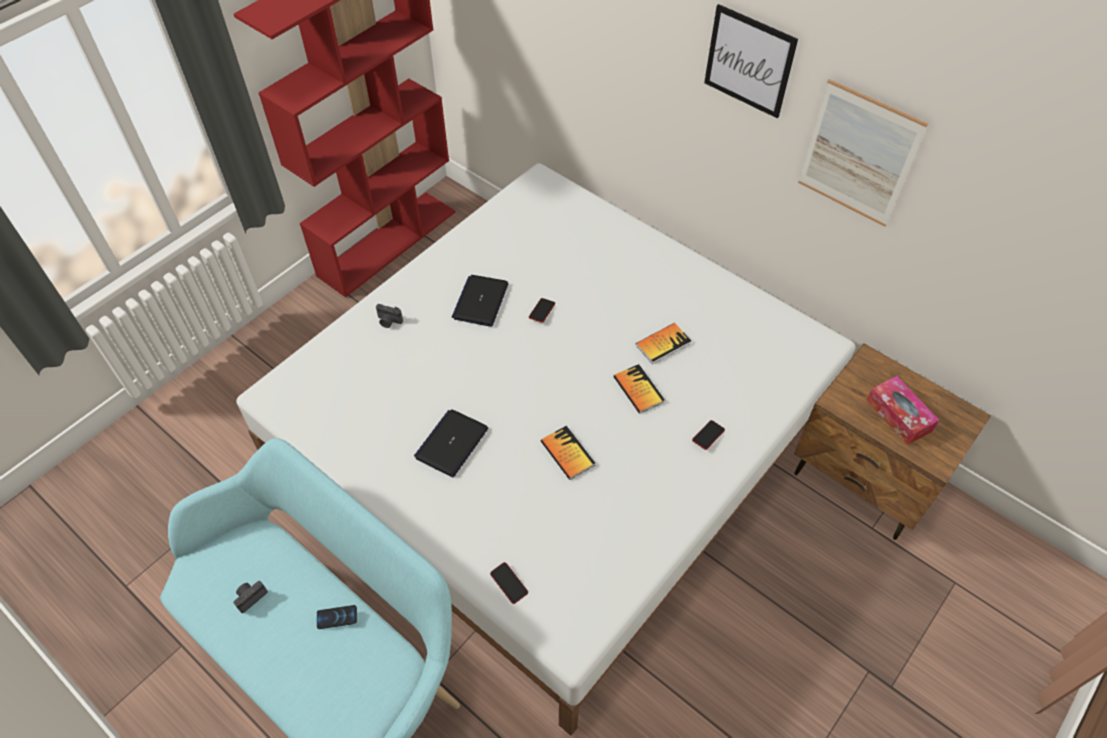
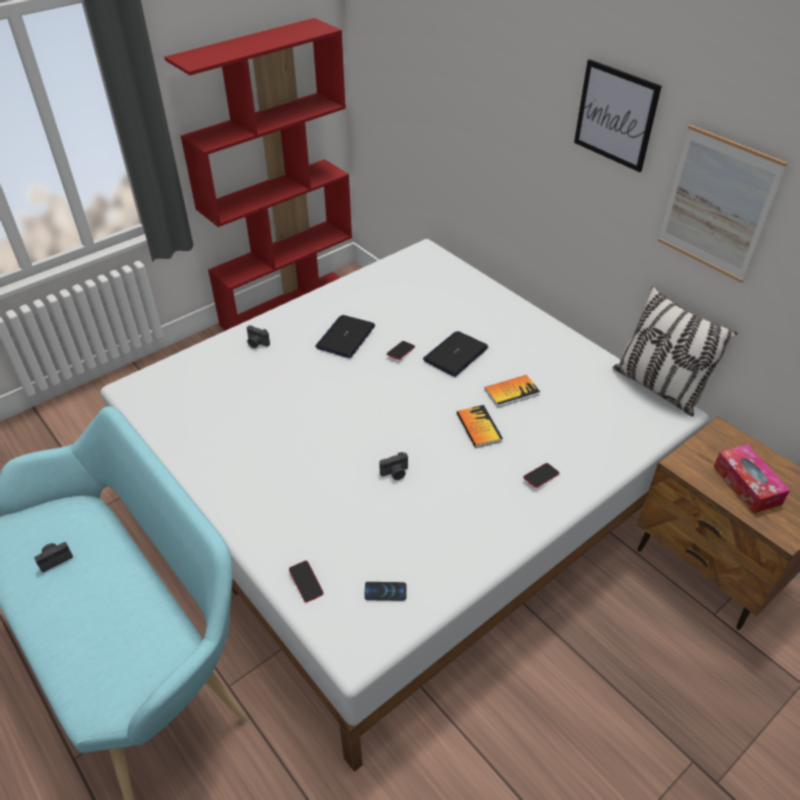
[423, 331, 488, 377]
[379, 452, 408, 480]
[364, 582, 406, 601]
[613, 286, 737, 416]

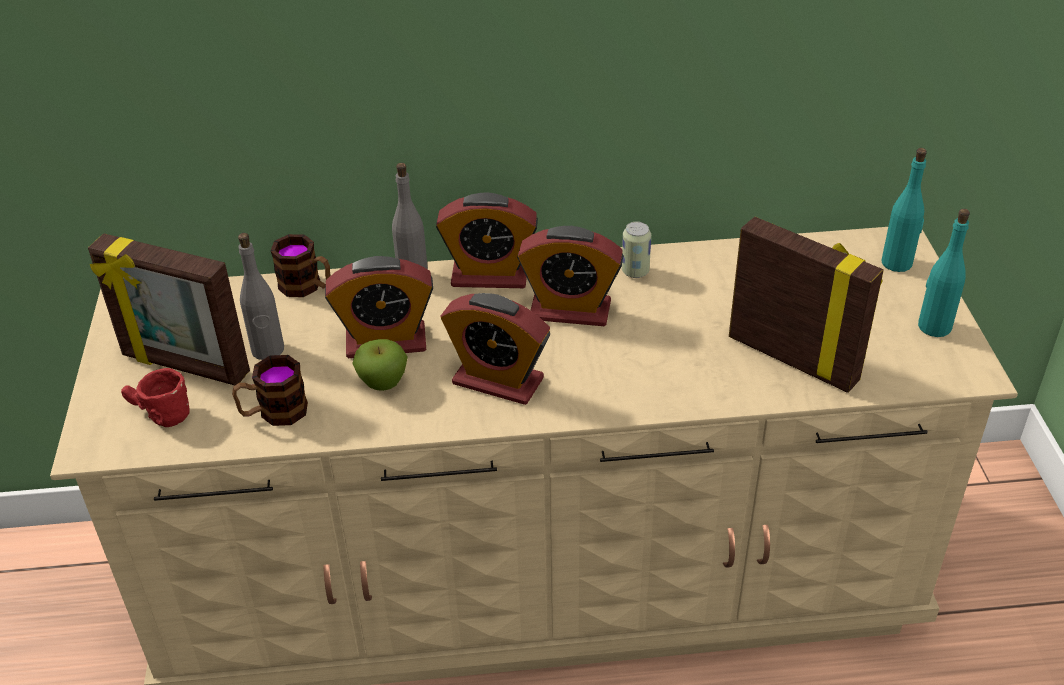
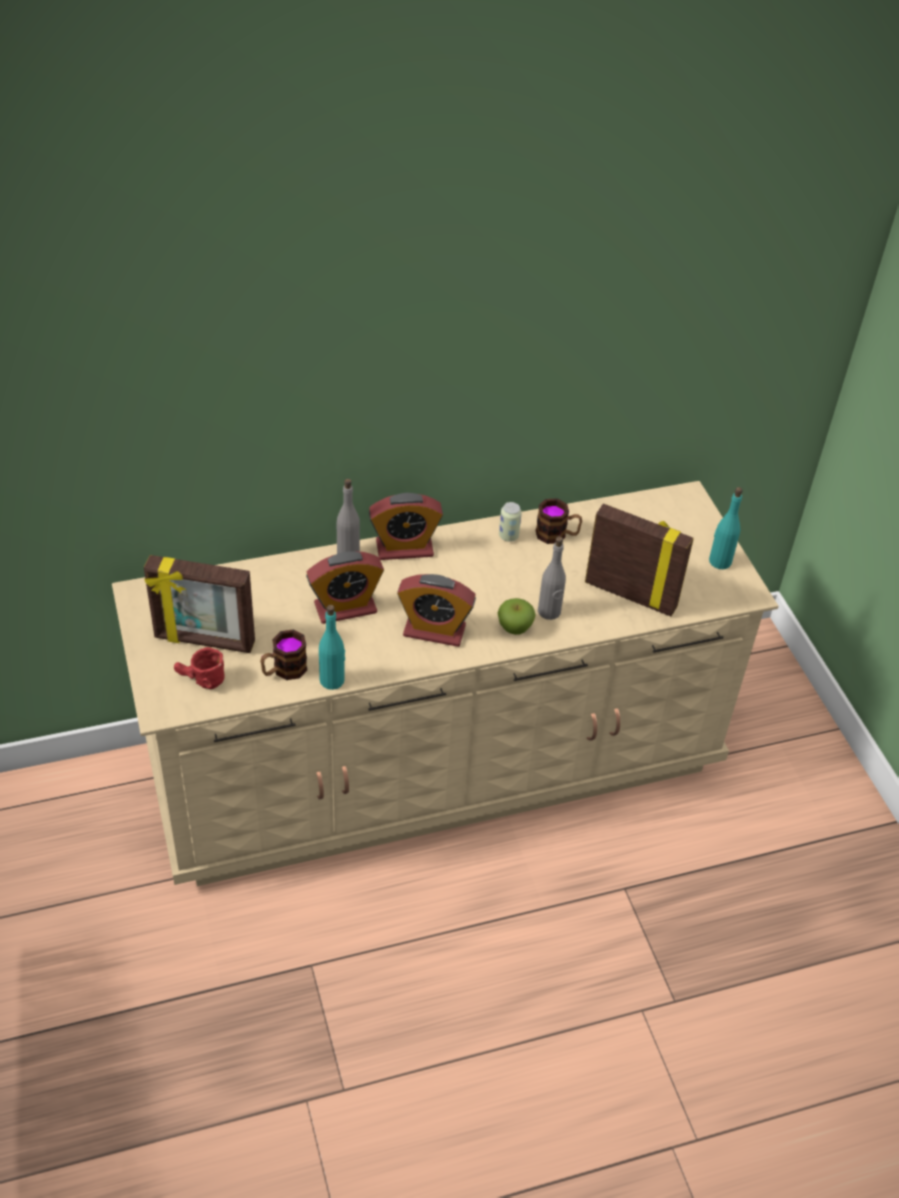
[319, 605, 345, 690]
[517, 226, 623, 326] (first image)
[538, 536, 566, 620]
[535, 498, 582, 544]
[498, 598, 536, 635]

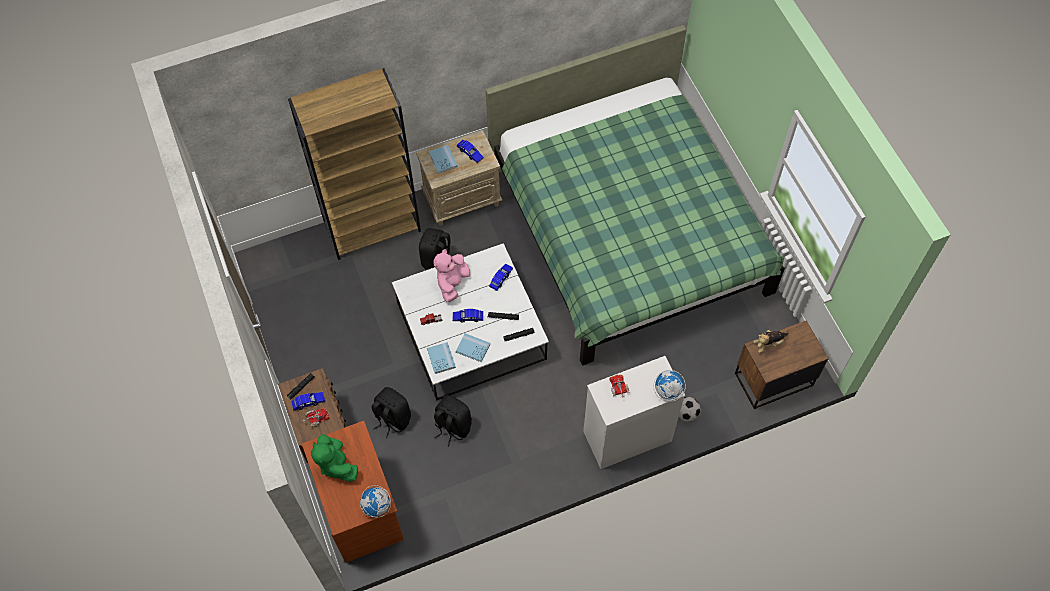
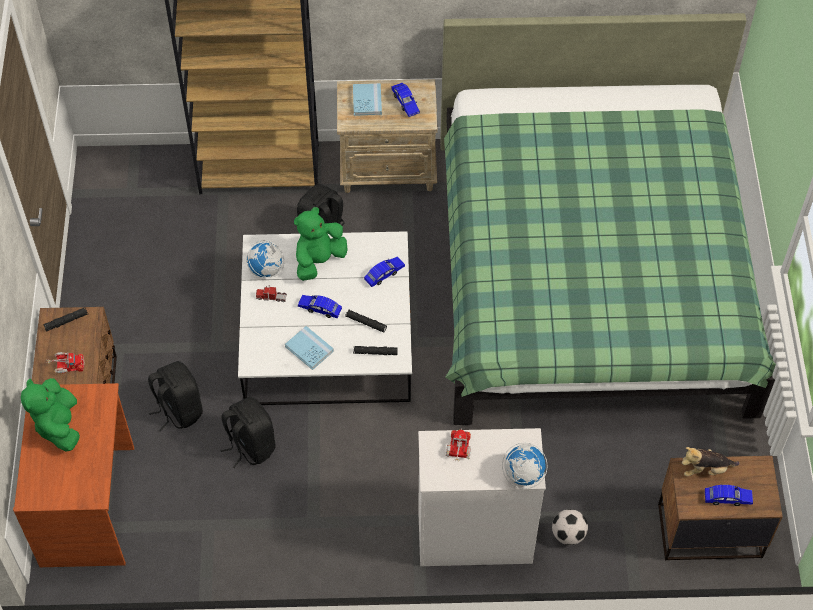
[294, 207, 348, 281]
[427, 342, 456, 374] (first image)
[705, 485, 753, 506]
[246, 240, 284, 278]

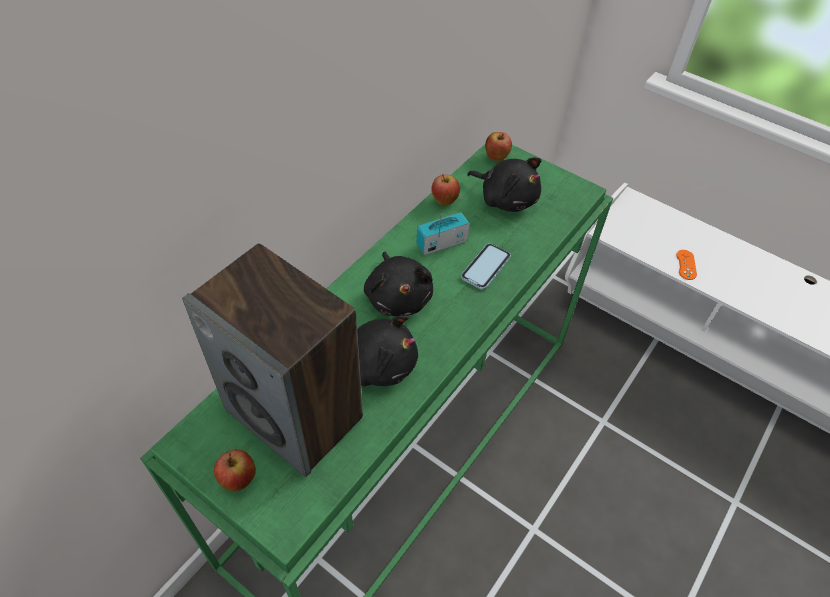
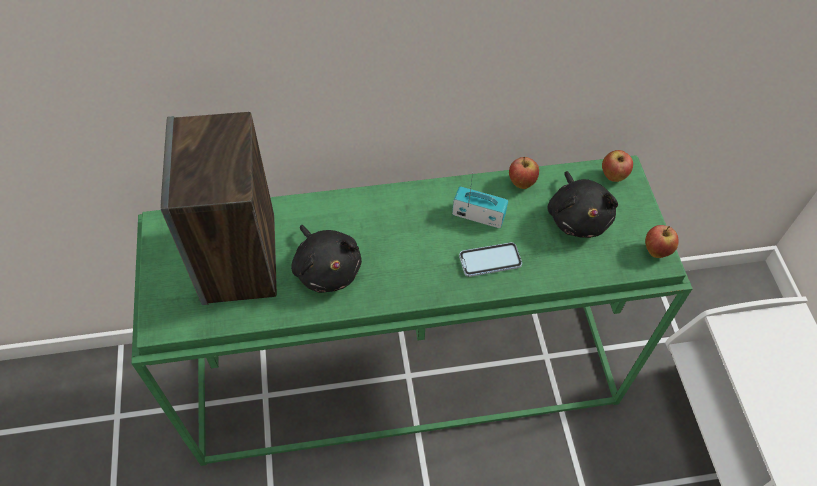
[676, 250, 697, 280] (first image)
[364, 252, 433, 316] (first image)
[645, 225, 679, 258]

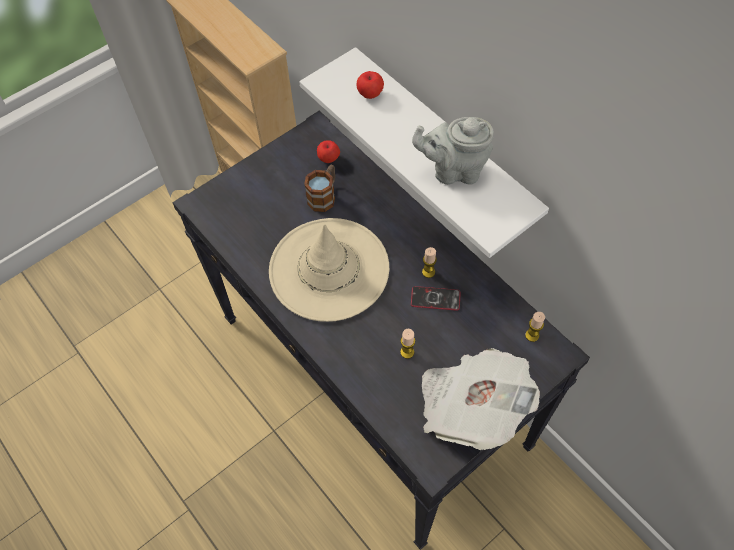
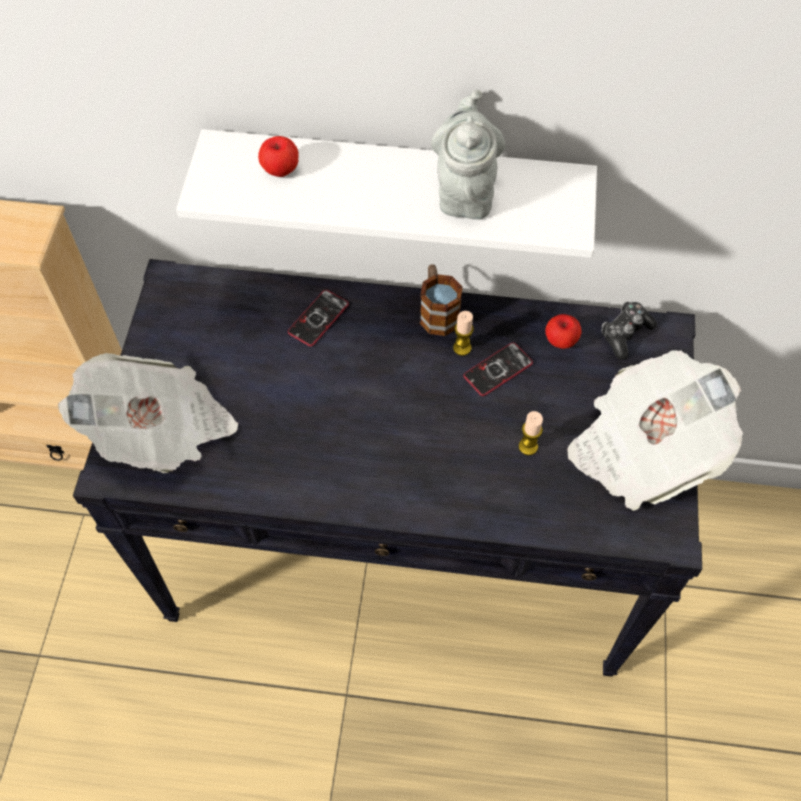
[431, 89, 505, 220]
[545, 314, 582, 349]
[420, 264, 463, 336]
[269, 218, 389, 322] (first image)
[601, 302, 657, 360]
[288, 290, 349, 346]
[58, 353, 238, 473]

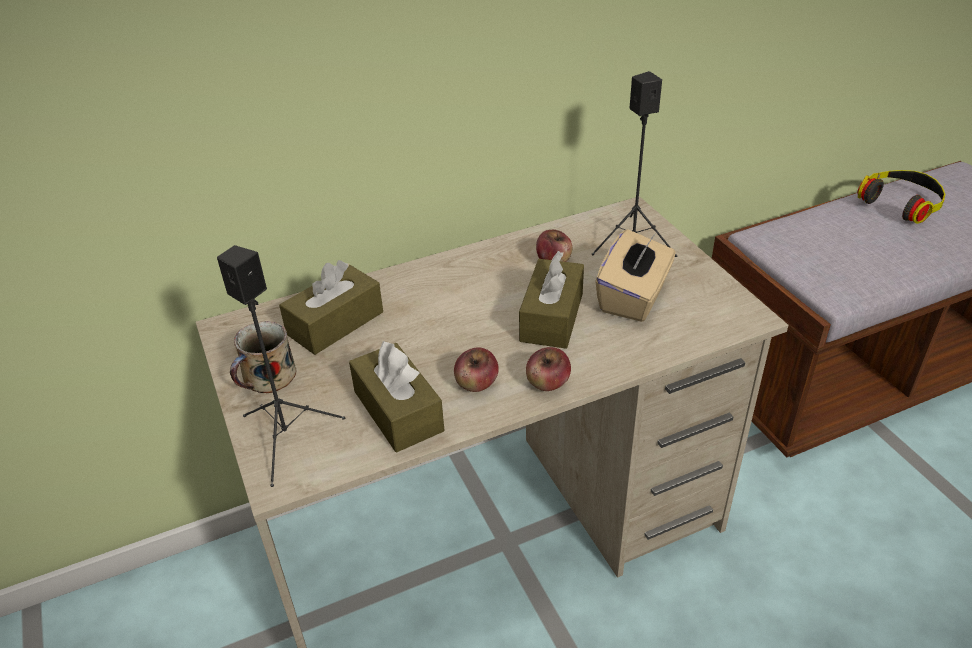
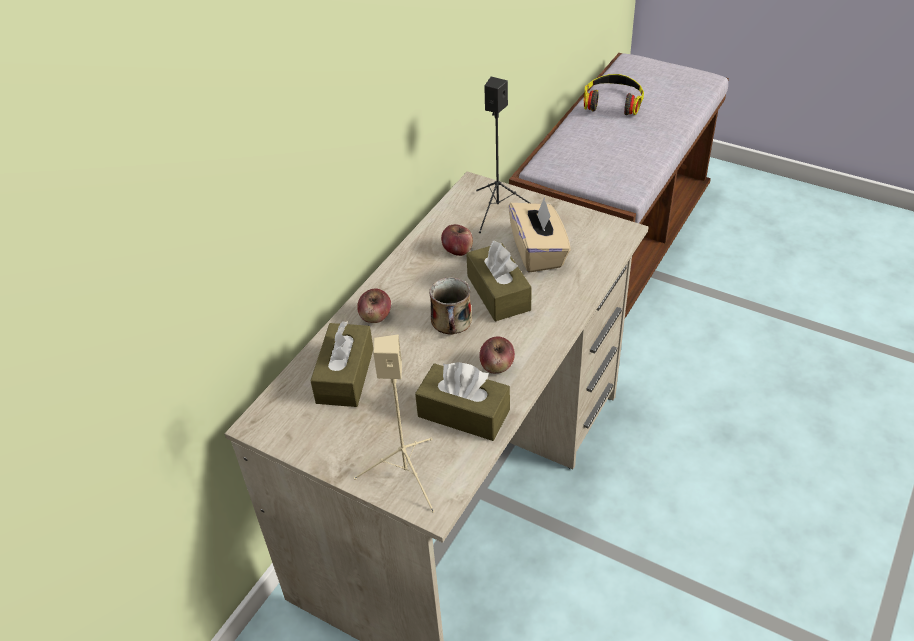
[354, 334, 434, 513]
[429, 277, 472, 335]
[357, 289, 391, 323]

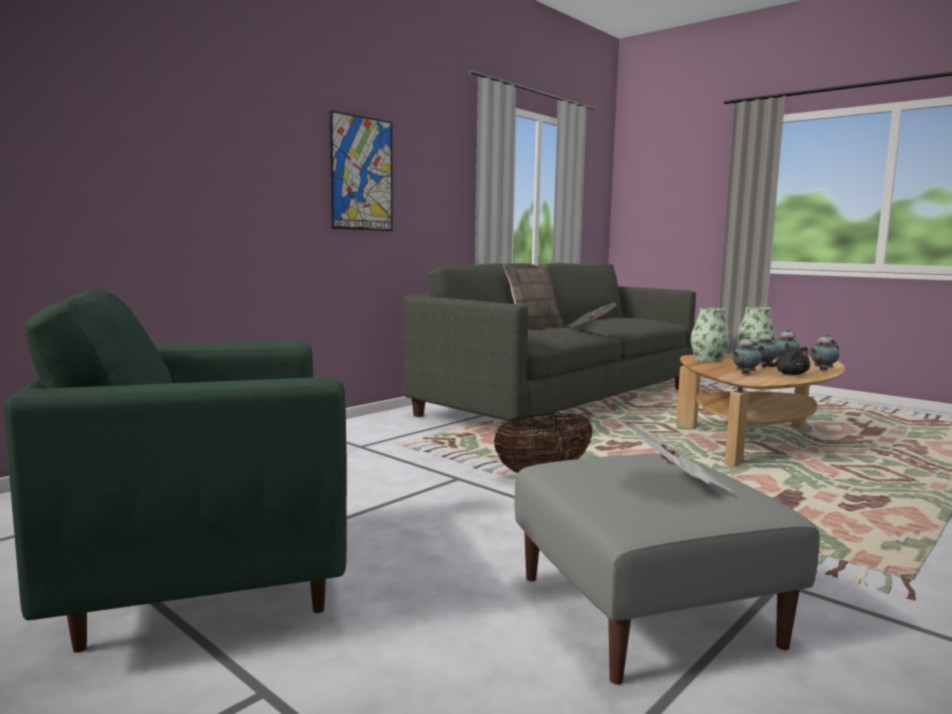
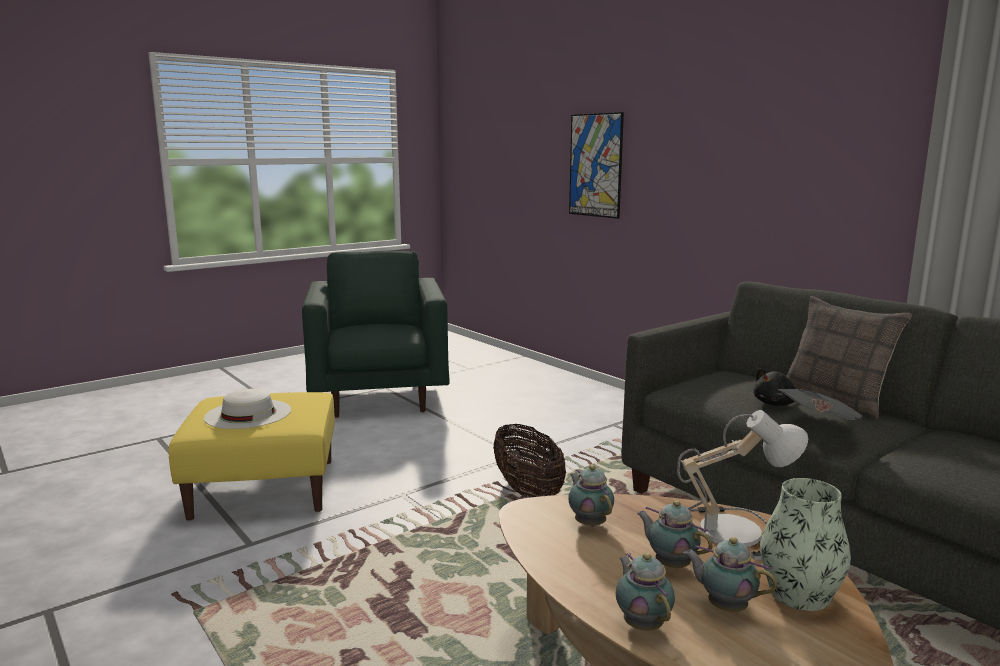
[569, 112, 624, 219]
[677, 410, 808, 560]
[753, 368, 795, 406]
[204, 389, 291, 429]
[169, 392, 335, 521]

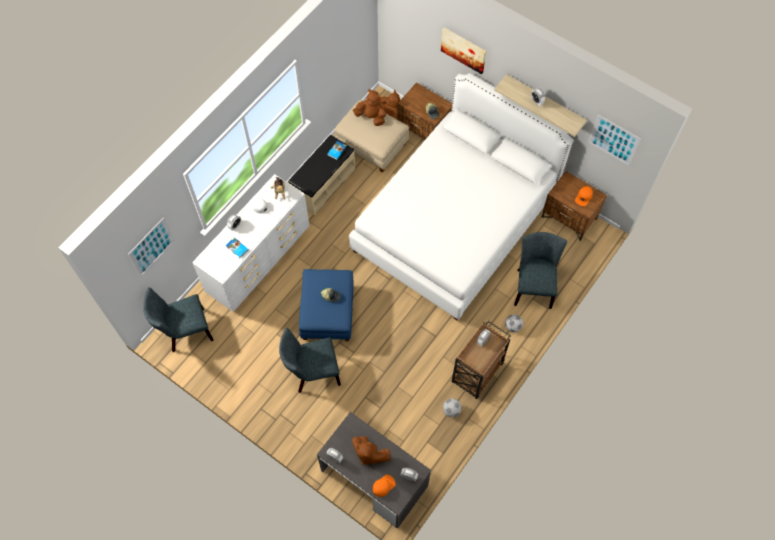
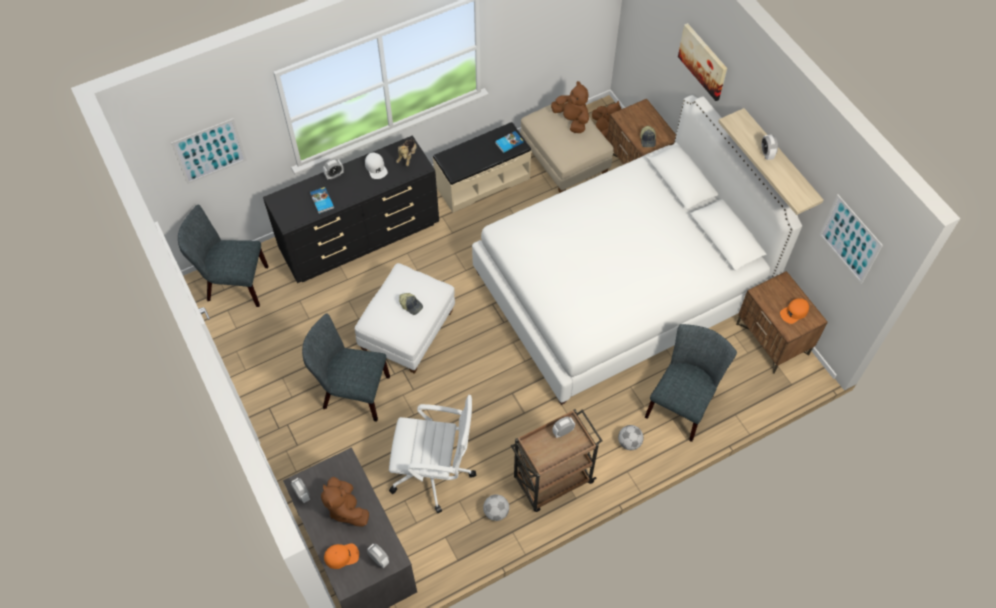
[263, 135, 439, 283]
[355, 263, 455, 374]
[389, 395, 476, 513]

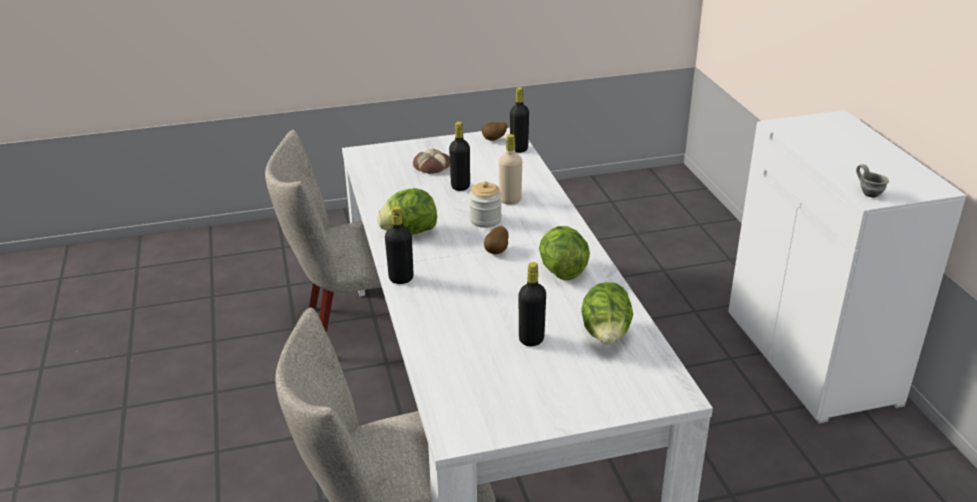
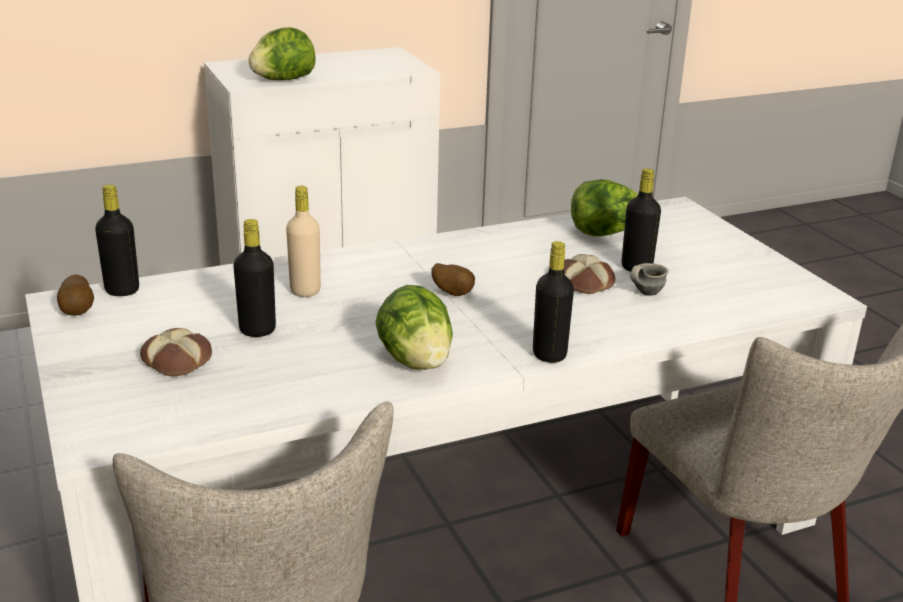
[630, 263, 669, 296]
[469, 181, 502, 228] (first image)
[248, 27, 316, 80]
[564, 254, 615, 294]

